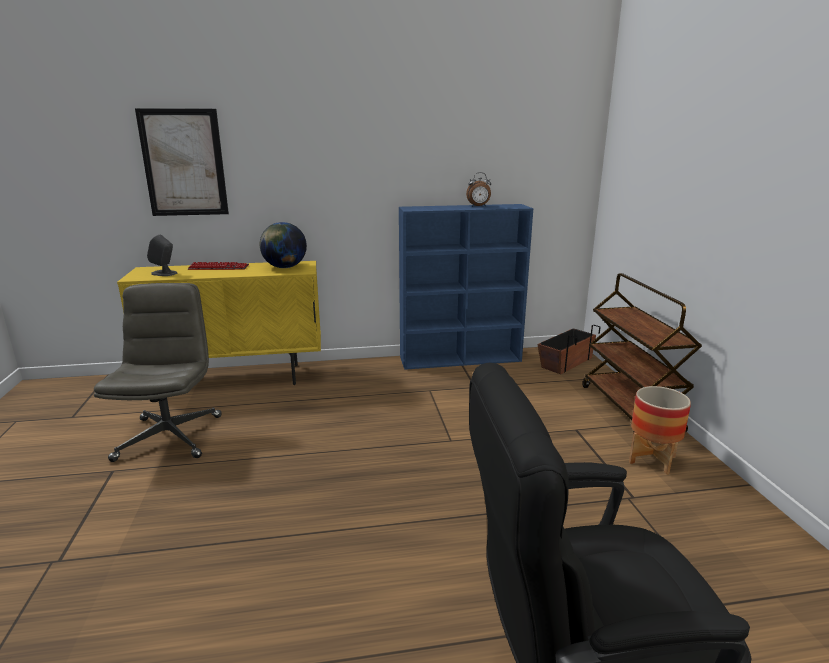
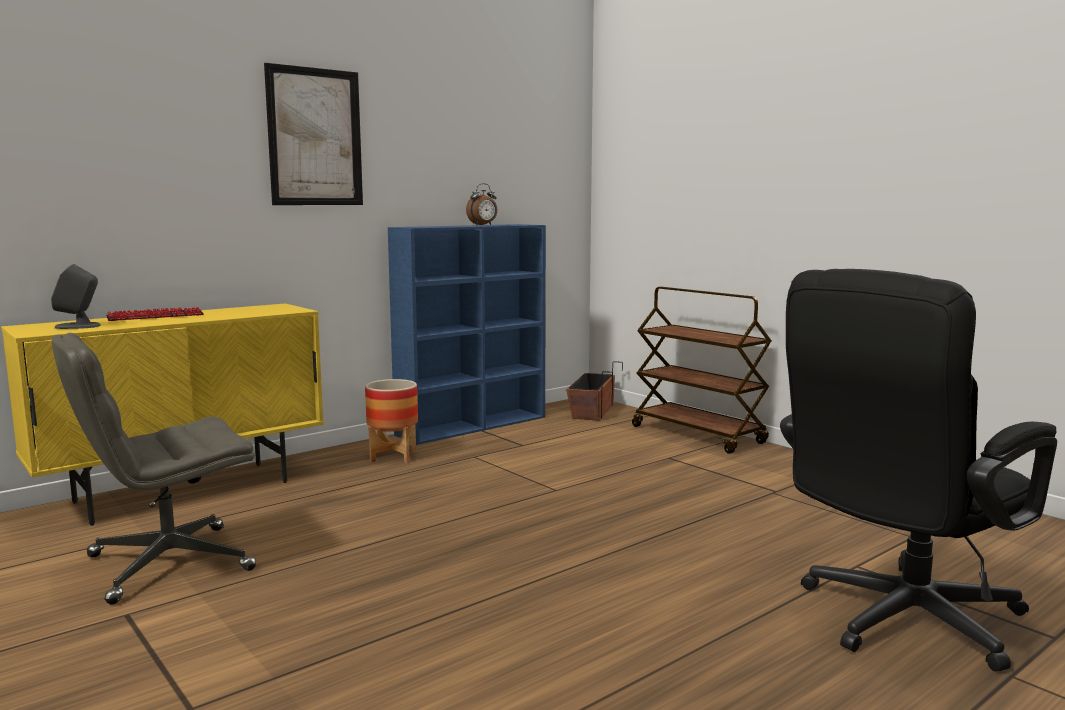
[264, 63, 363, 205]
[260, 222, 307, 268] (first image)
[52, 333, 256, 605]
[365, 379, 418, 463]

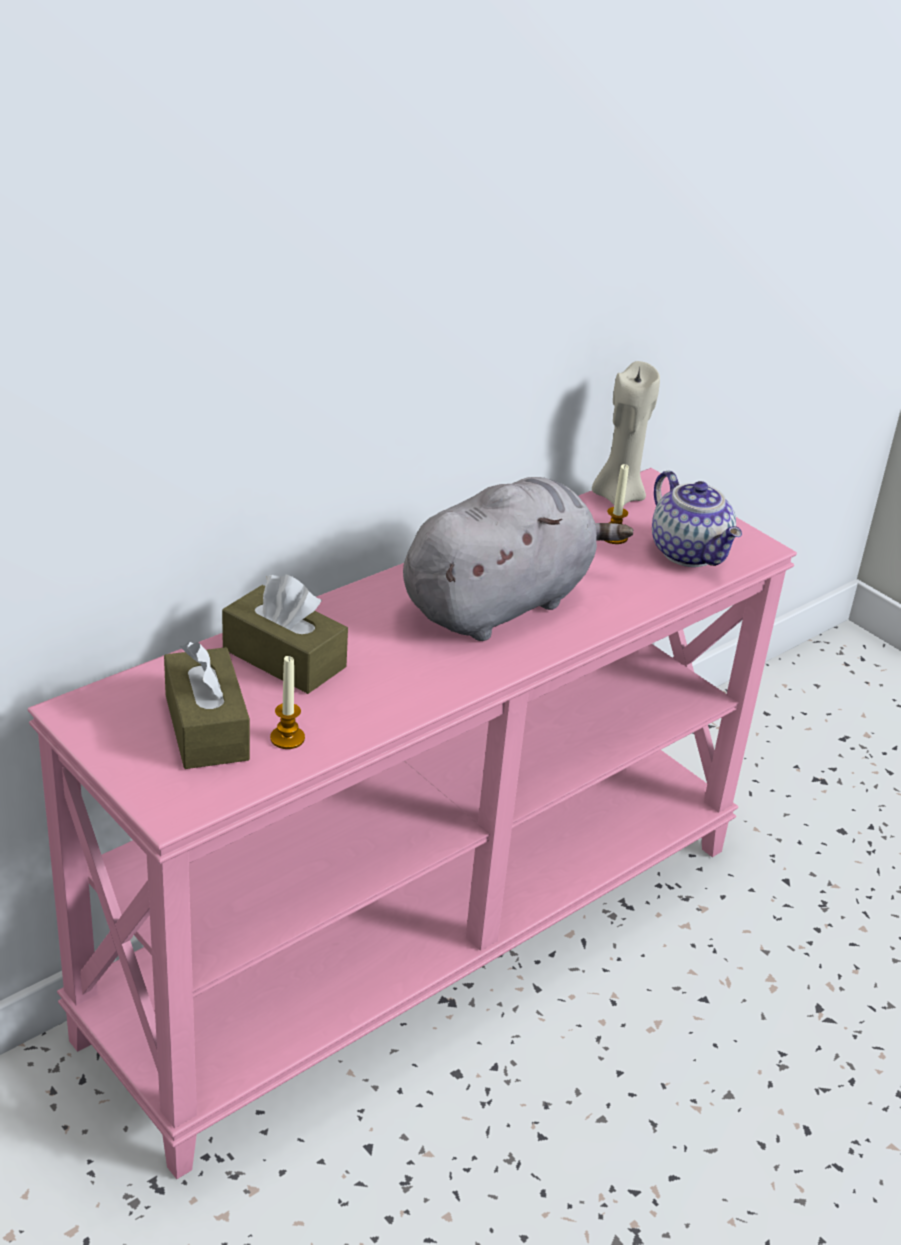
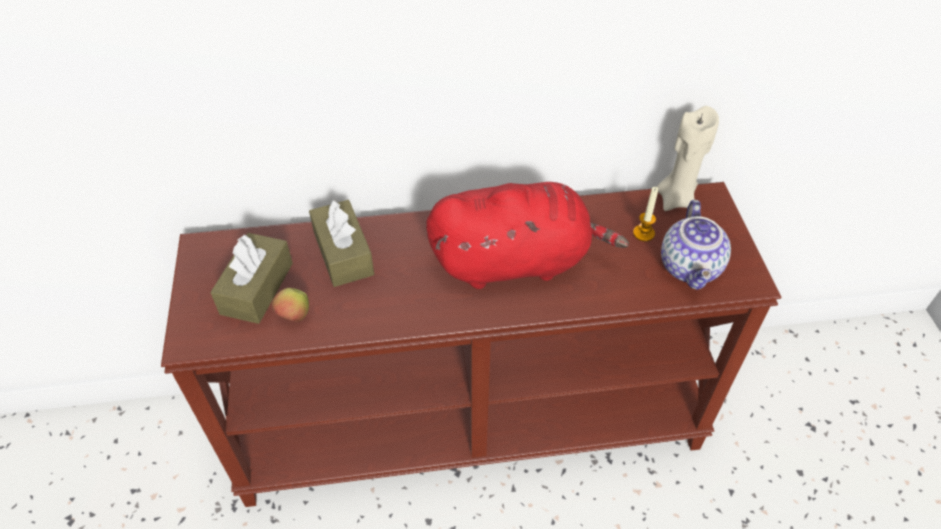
[161, 182, 781, 507]
[426, 182, 629, 289]
[272, 288, 309, 322]

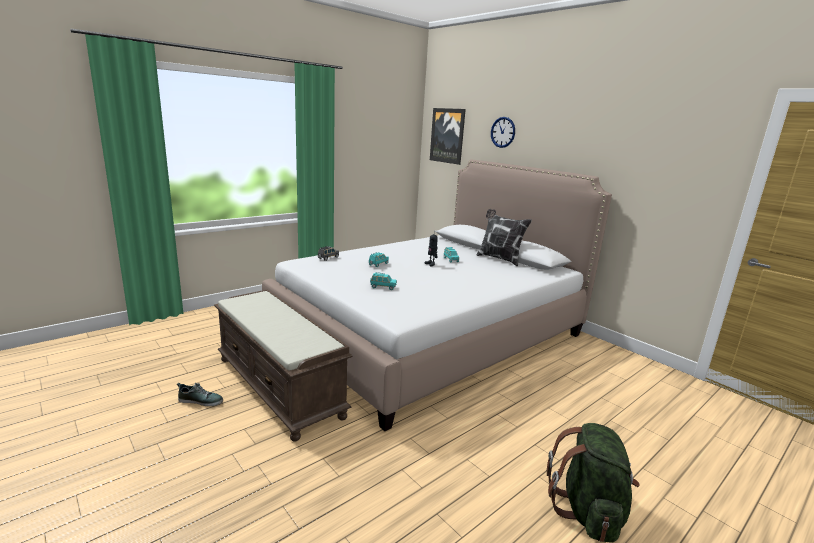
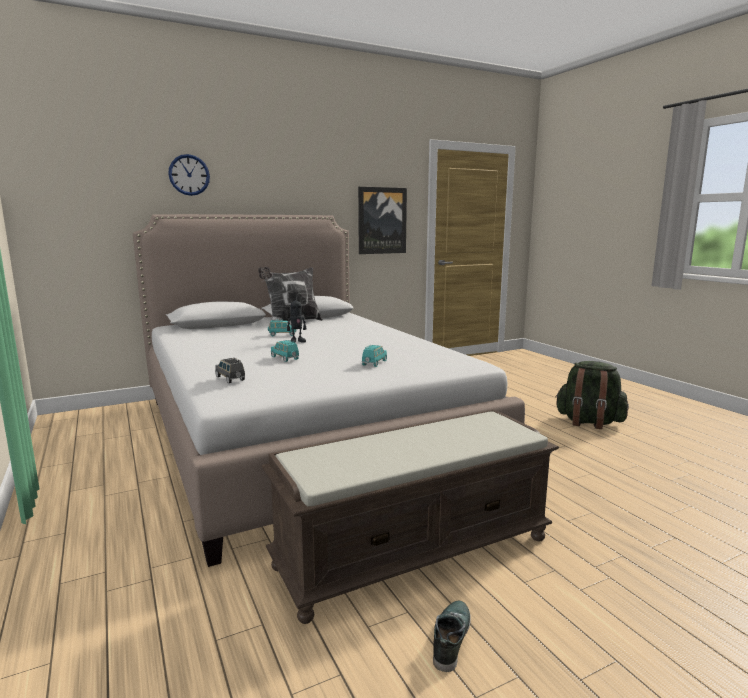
[358, 187, 407, 254]

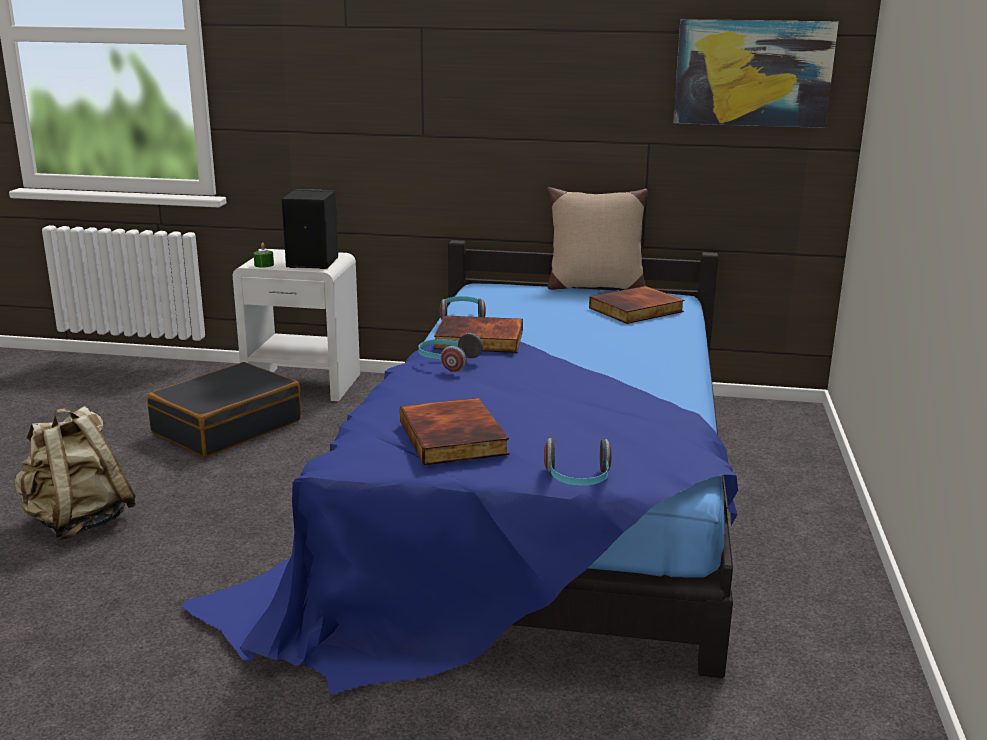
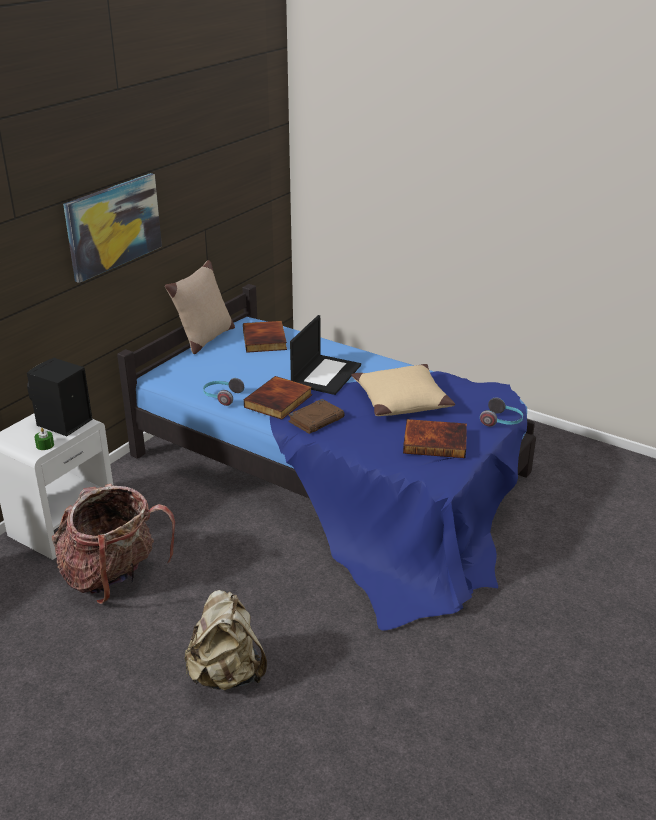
[63, 173, 162, 283]
[288, 399, 345, 434]
[52, 484, 175, 604]
[290, 315, 361, 395]
[351, 364, 455, 416]

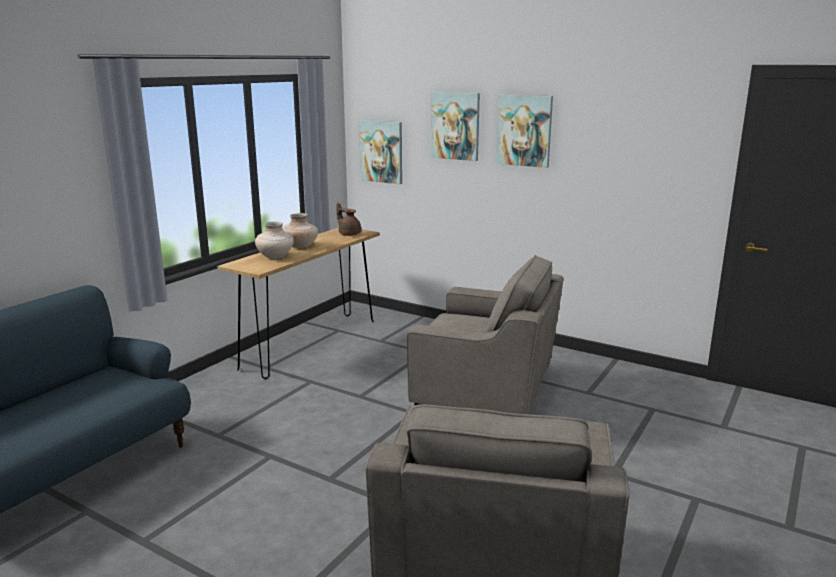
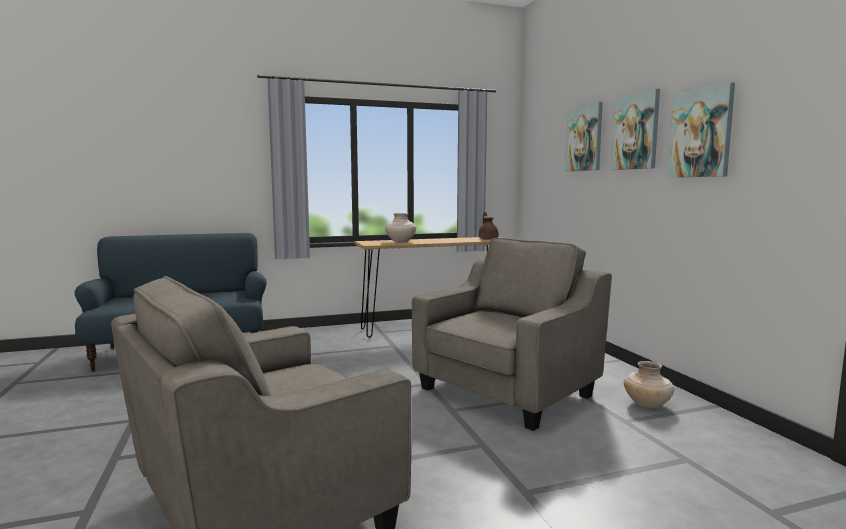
[668, 82, 735, 178]
[624, 361, 674, 408]
[412, 238, 612, 431]

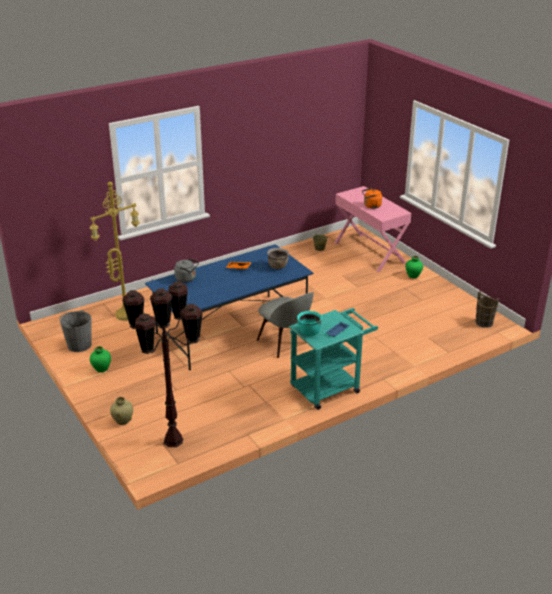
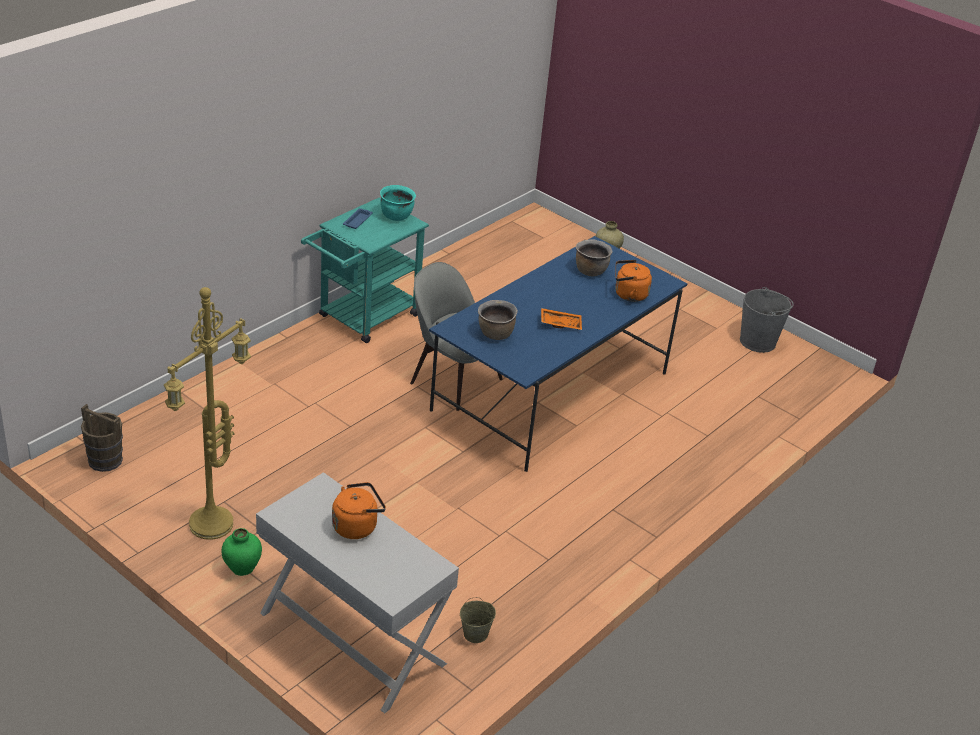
[164, 287, 251, 540]
[256, 472, 459, 714]
[615, 260, 652, 302]
[122, 281, 203, 447] (first image)
[90, 346, 111, 373] (first image)
[576, 239, 612, 276]

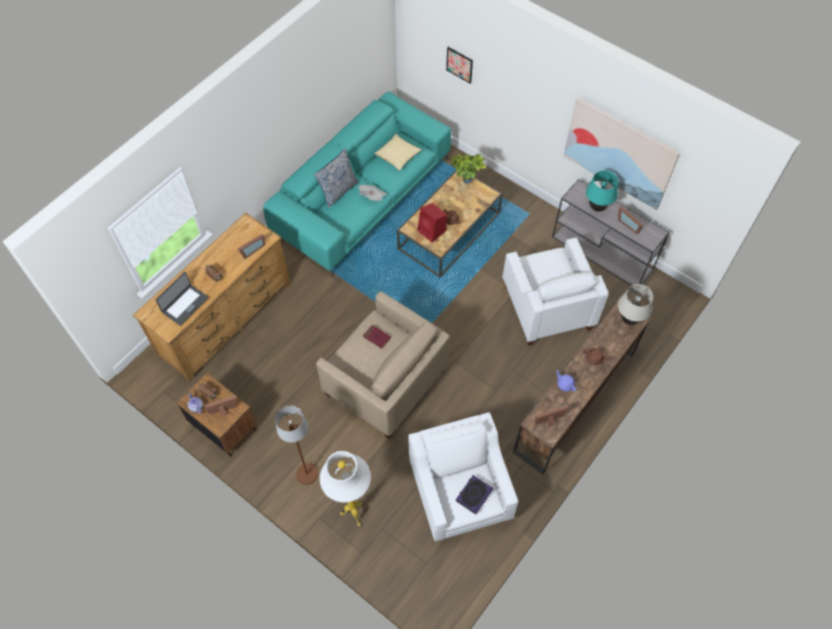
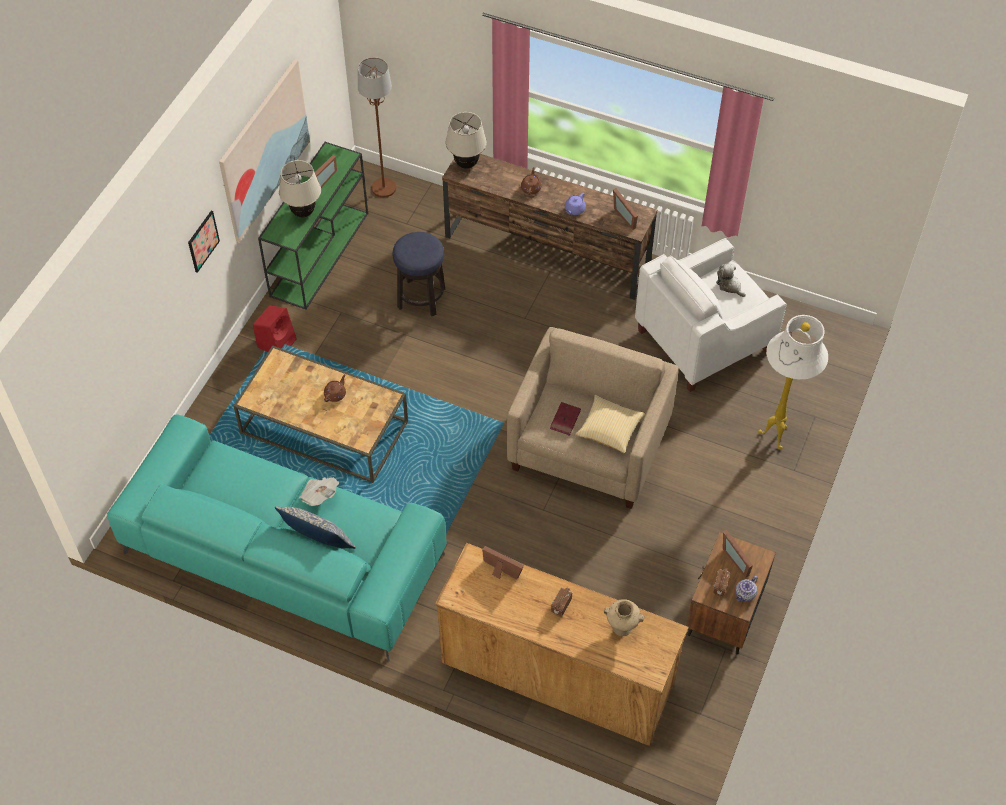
[188, 211, 220, 273]
[575, 395, 645, 454]
[451, 153, 487, 184] (first image)
[279, 160, 321, 217]
[258, 142, 368, 309]
[253, 305, 297, 352]
[393, 232, 445, 316]
[604, 599, 645, 636]
[358, 57, 396, 198]
[716, 263, 746, 297]

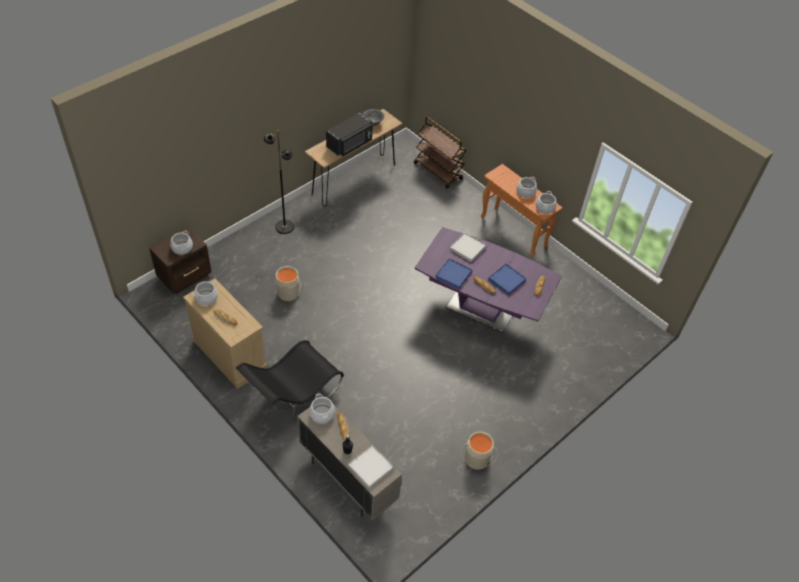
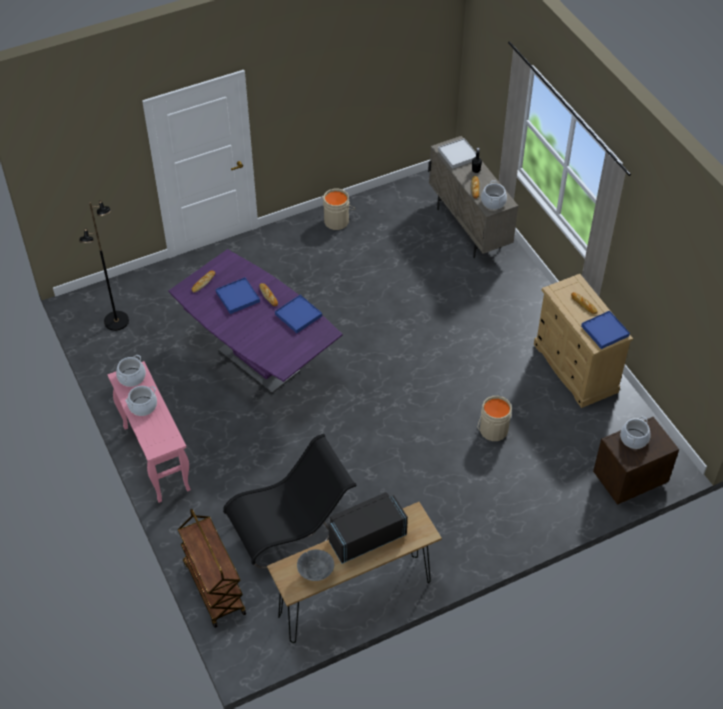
[79, 200, 129, 331]
[108, 361, 191, 503]
[450, 233, 486, 262] (first image)
[581, 311, 630, 349]
[223, 434, 357, 569]

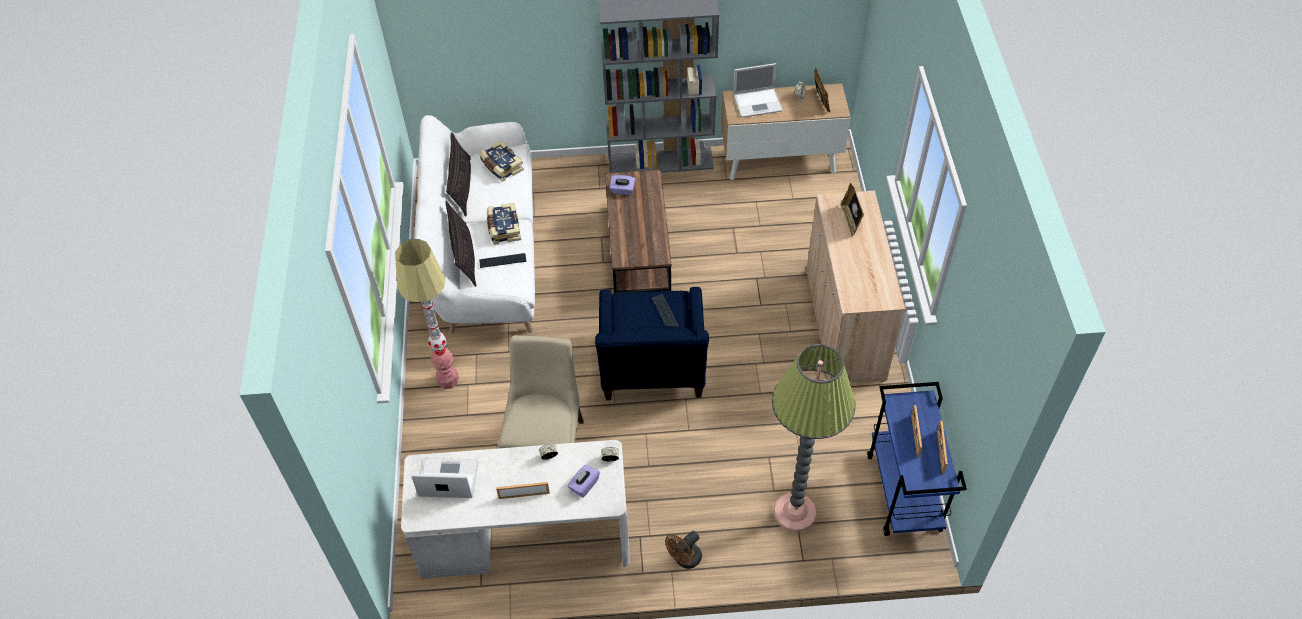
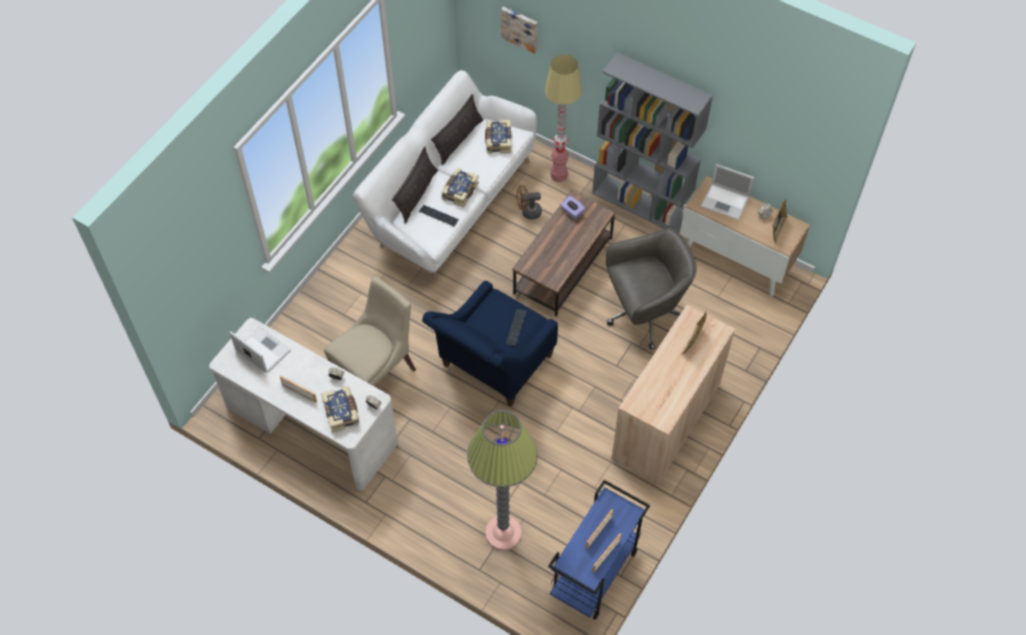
[545, 55, 582, 182]
[321, 386, 359, 433]
[516, 185, 542, 219]
[501, 7, 538, 53]
[606, 228, 697, 350]

